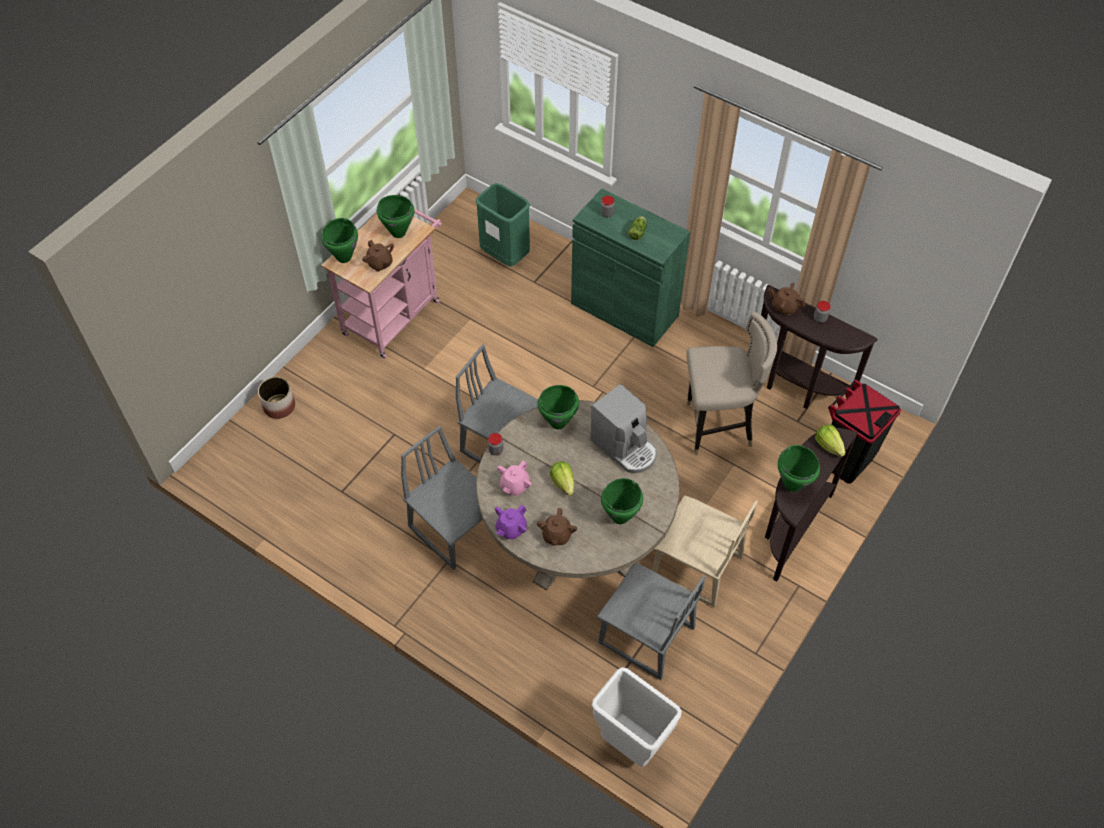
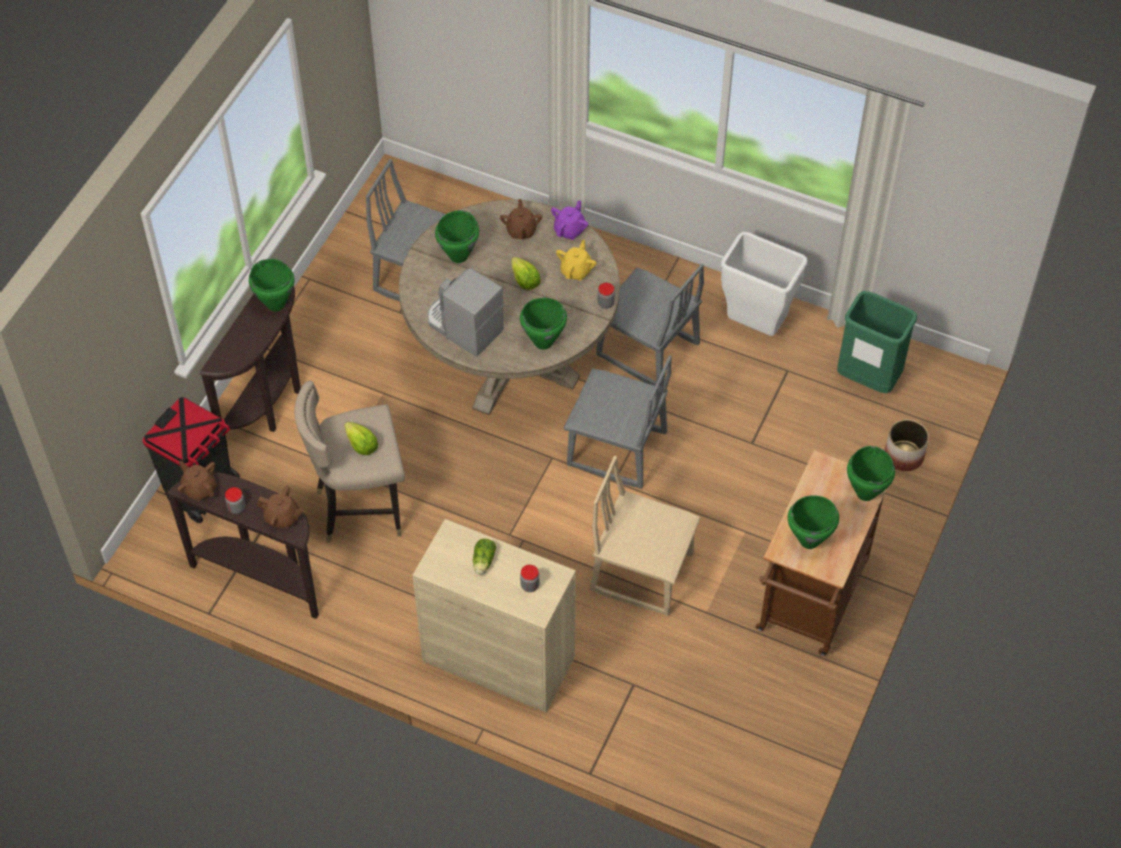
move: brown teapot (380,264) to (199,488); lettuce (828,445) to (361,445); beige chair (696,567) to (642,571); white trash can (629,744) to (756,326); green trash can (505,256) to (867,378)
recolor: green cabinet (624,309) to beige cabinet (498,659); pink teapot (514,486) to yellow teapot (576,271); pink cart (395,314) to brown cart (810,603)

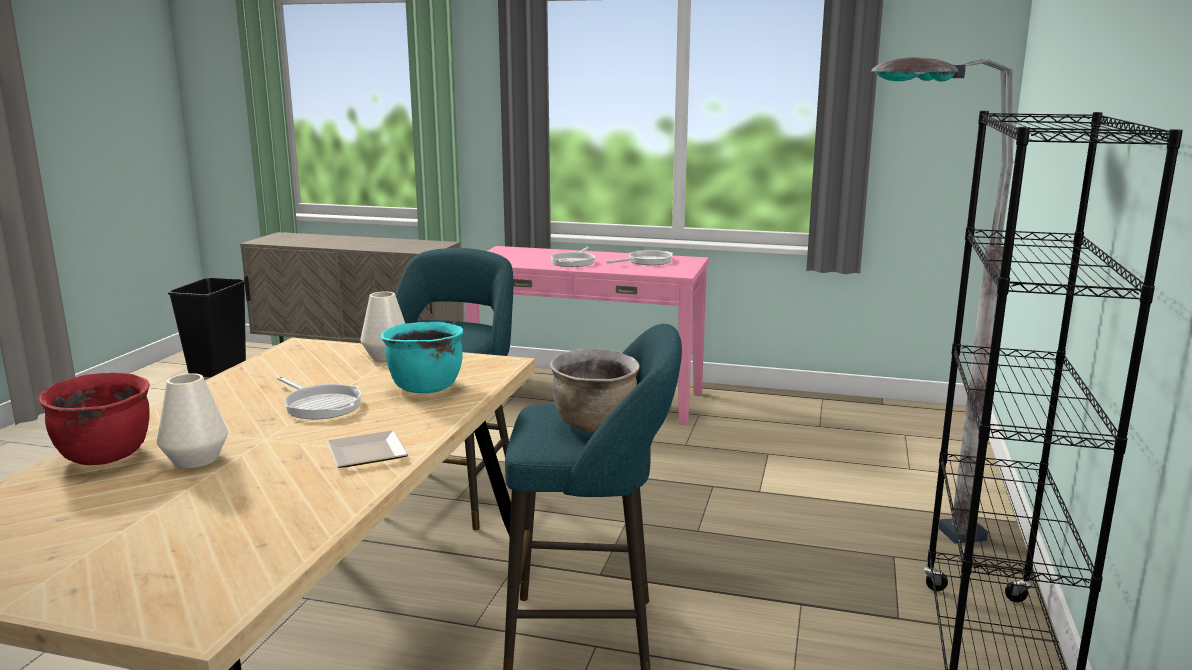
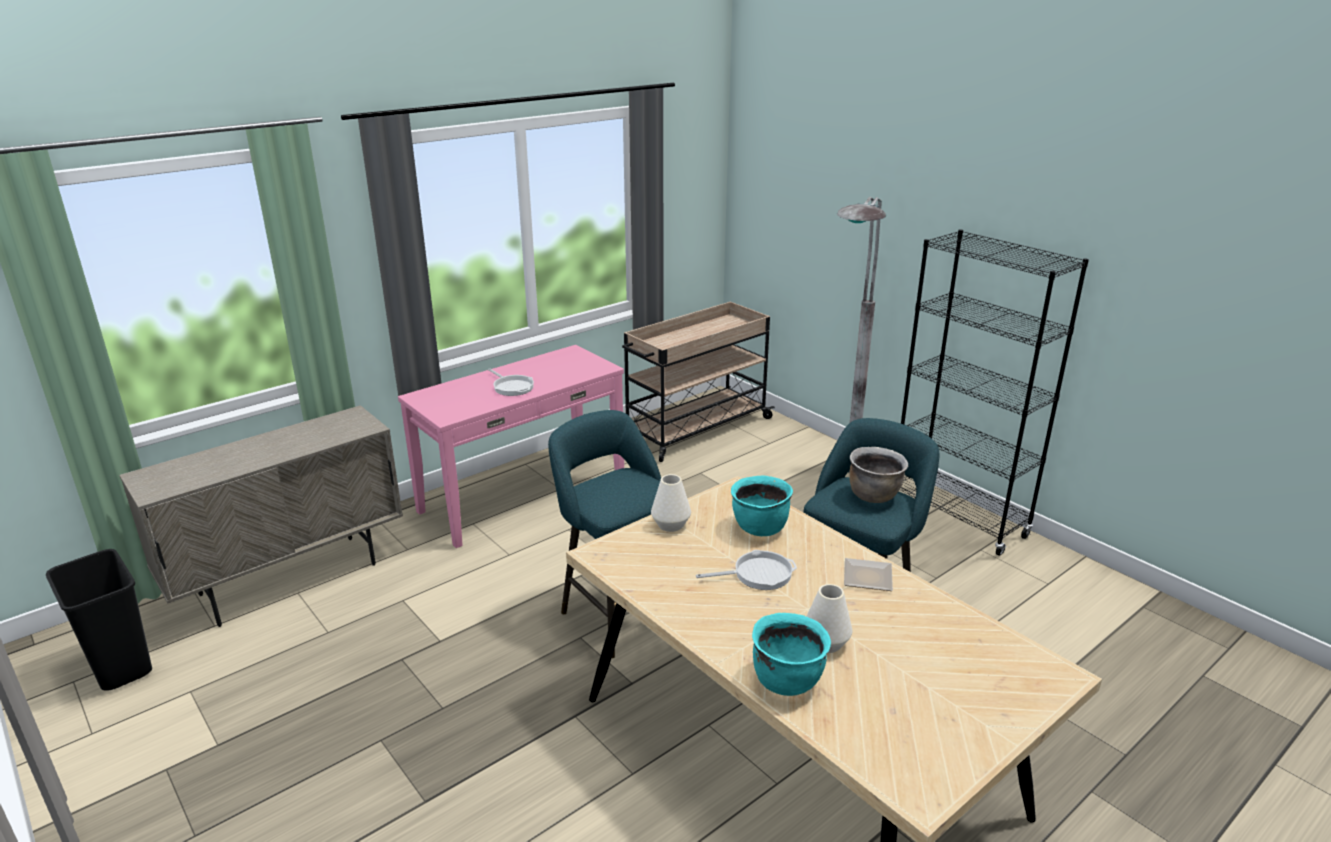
delete: frying pan (647,261)
insert: beige cart (695,429)
recolor: red cooking pot (106,456) to turquoise cooking pot (787,680)

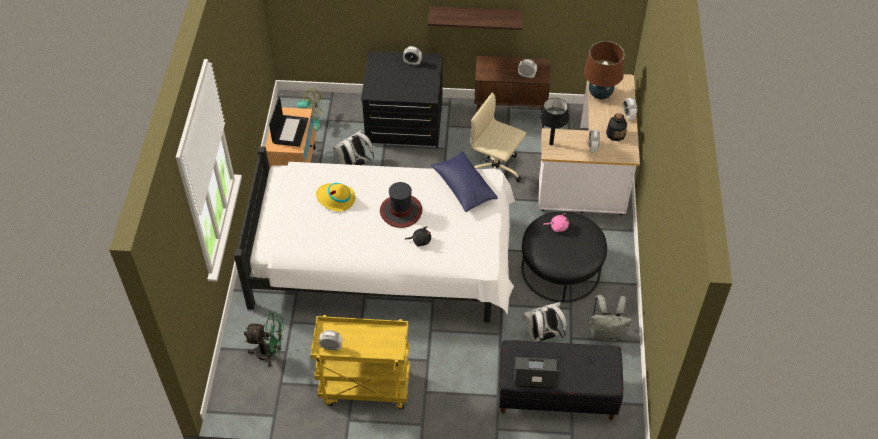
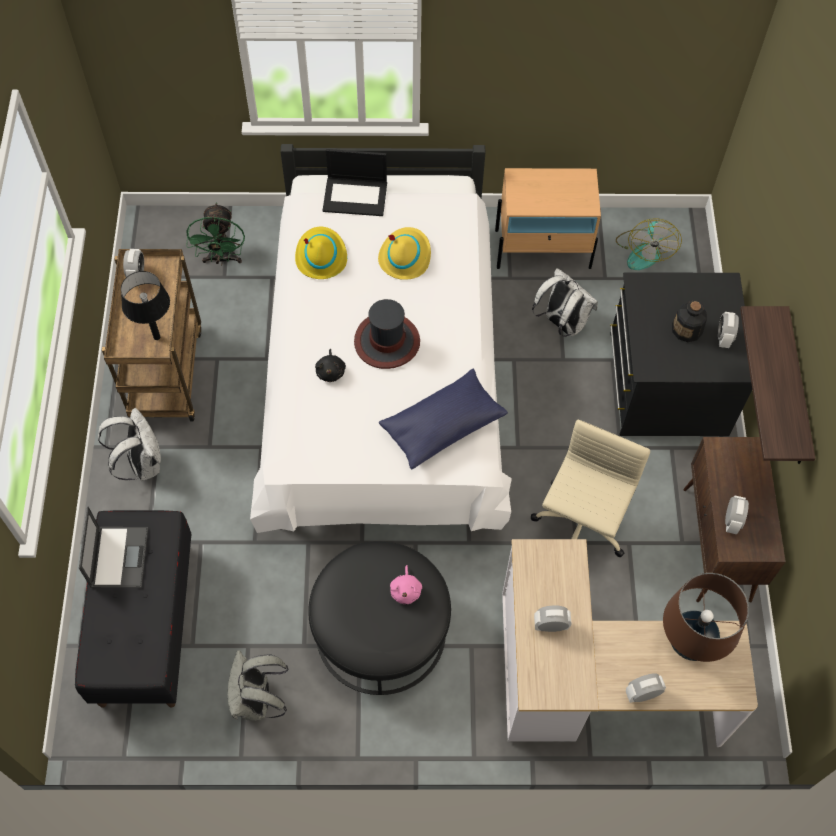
insert: yellow hat (321,256)
move: white backpack (542,336) to (141,464); black table lamp (551,143) to (156,337); laptop (290,130) to (356,196); bottle (615,134) to (687,329)
recolor: yellow cart (364,388) to brown cart (165,372)

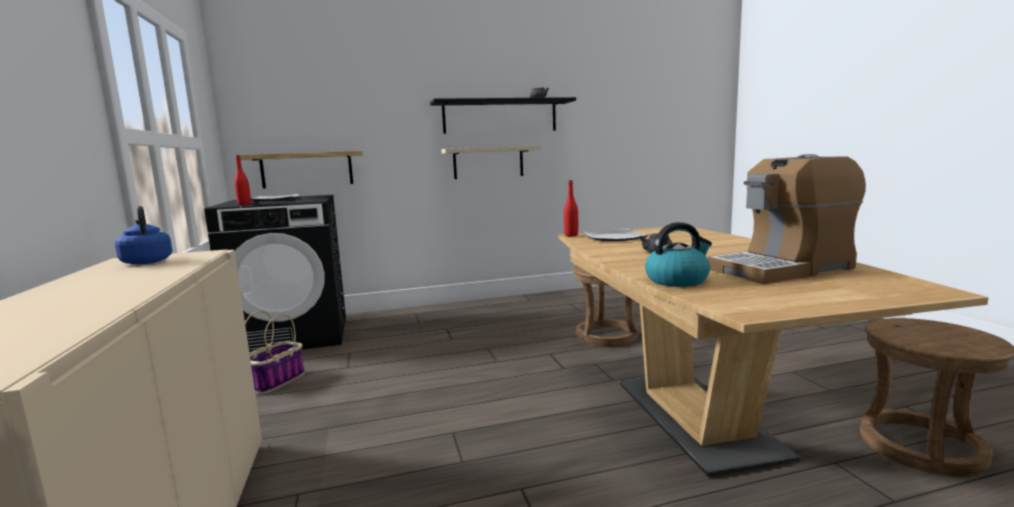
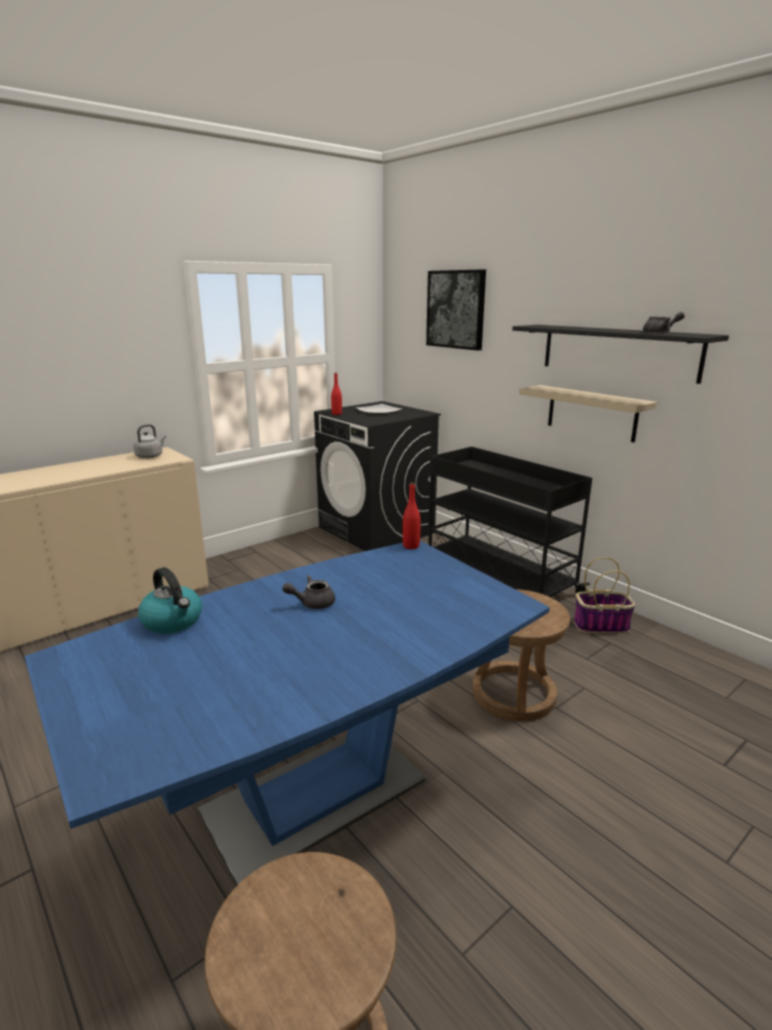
delete: shelf (307,169); plate (614,238); coffee machine (782,269)
insert: picture (456,309); black cart (496,577)
move: basket (277,381) to (601,625)
recolor: brown dining table (696,418) to blue dining table (314,797); blue kettle (147,261) to grey kettle (150,456)

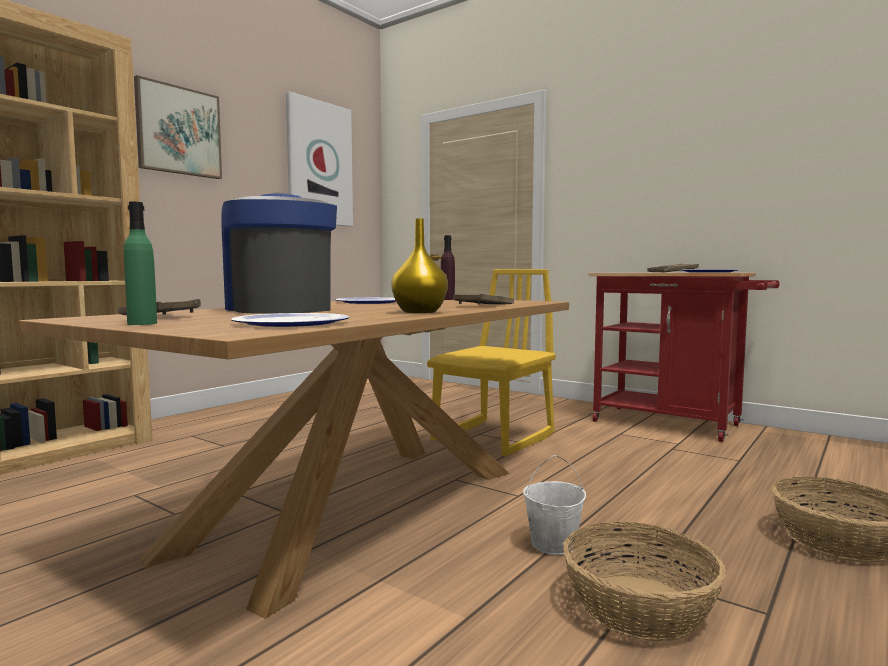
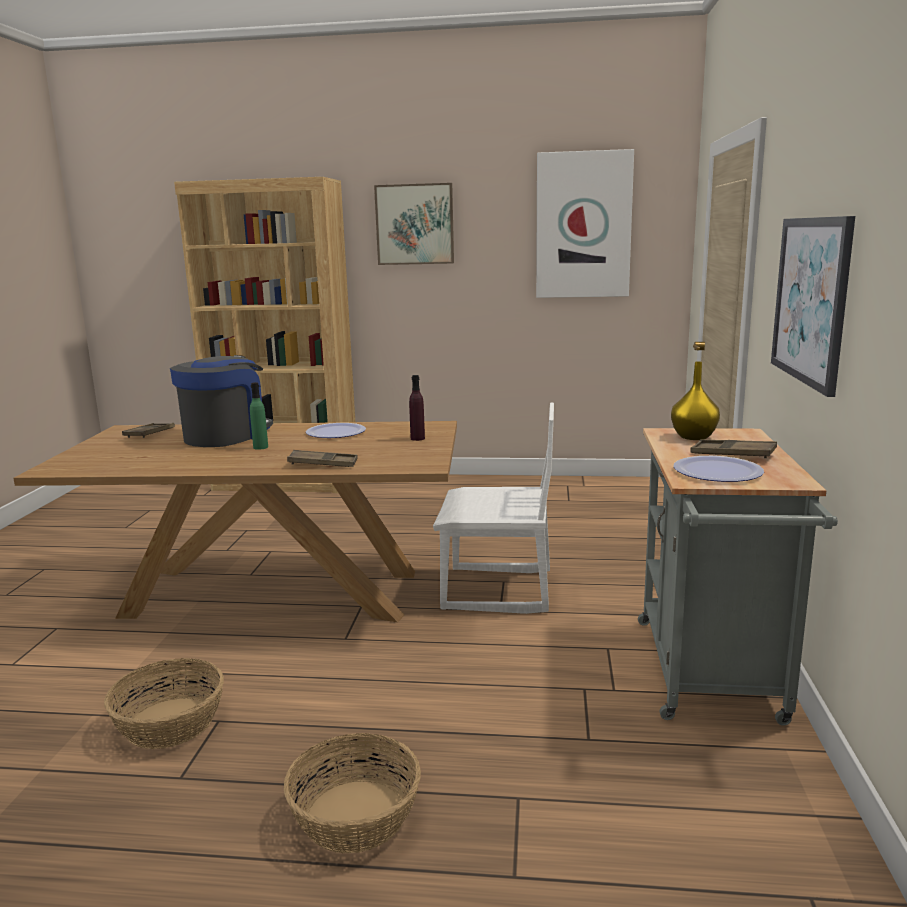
delete: plate (291,323); white bucket (553,544)
insert: picture (810,300)
move: green bottle (142,323) to (260,447); yellow vase (421,312) to (694,437)
recolor: yellow chair (494,438) to white chair (497,591); red cart (675,424) to grey cart (710,677)

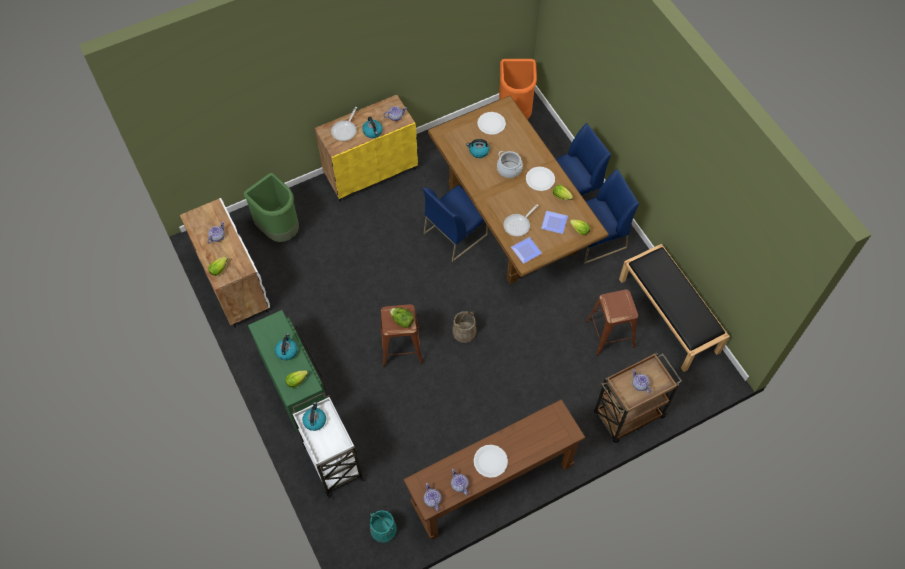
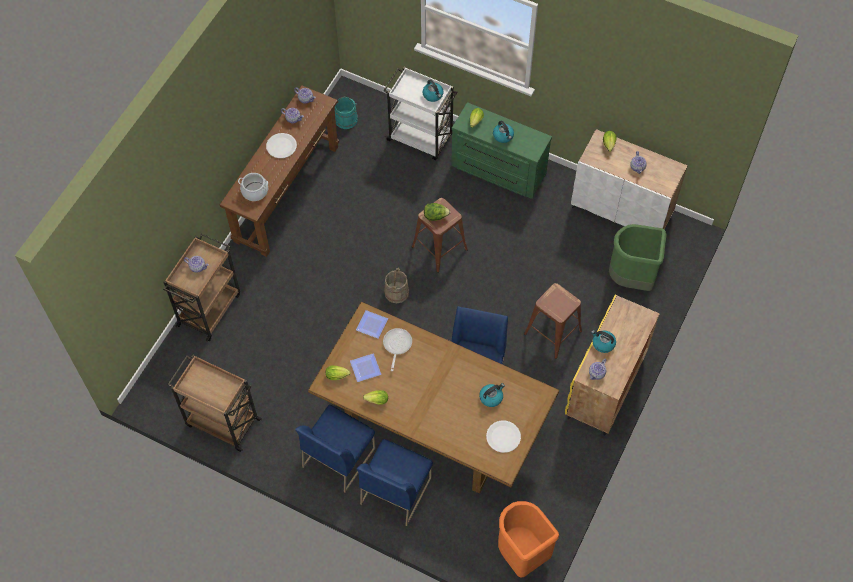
delete: frying pan (345,130); white plate (540,179)
move: cooking pot (509,169) to (255,191); brown stool (610,333) to (552,333)
replace: black bench (669,315) to brown cart (222,422)

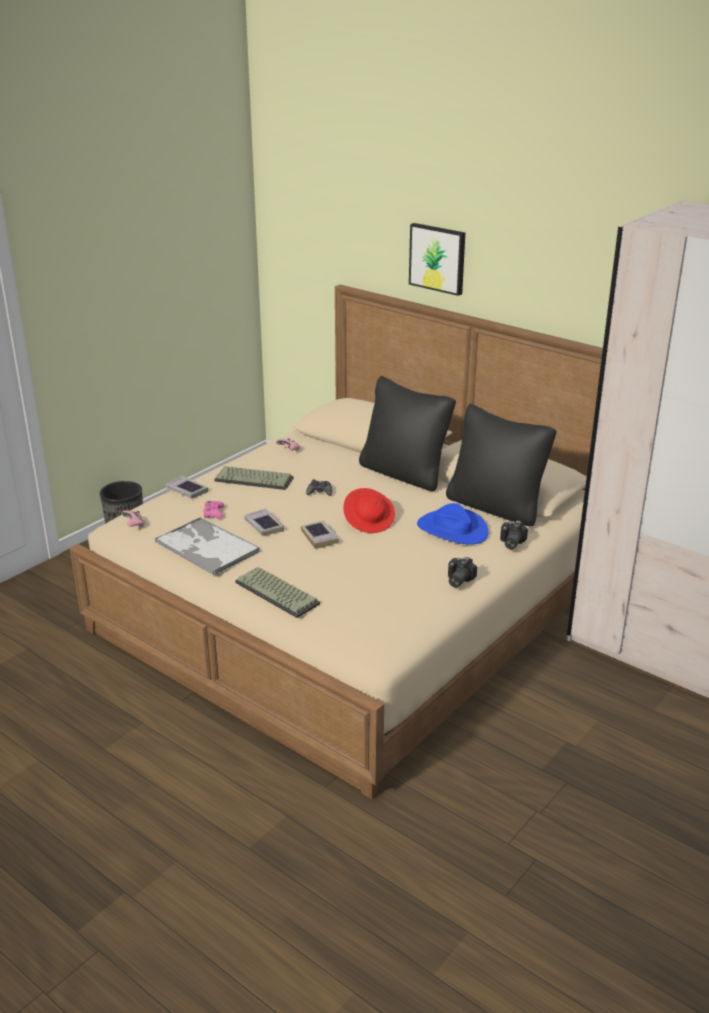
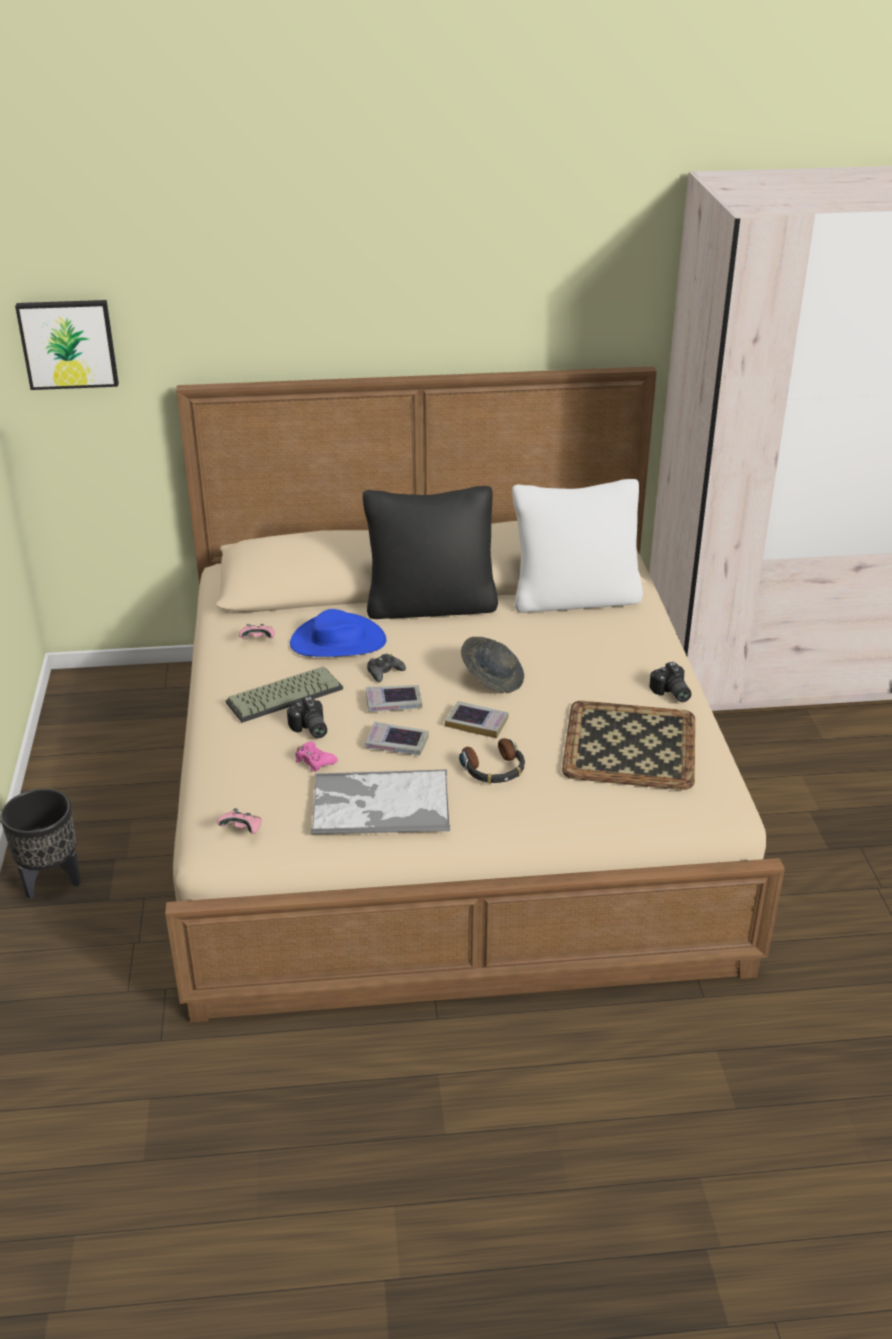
delete: keyboard (278,593)
insert: headphones (494,769); tray (631,745)
move: picture (438,258) to (68,343); photo camera (510,543) to (309,729); blue hat (452,529) to (338,642); book (187,490) to (393,703)
recolor: red hat (369,521) to grey hat (492,678); black pillow (496,507) to white pillow (574,598)

